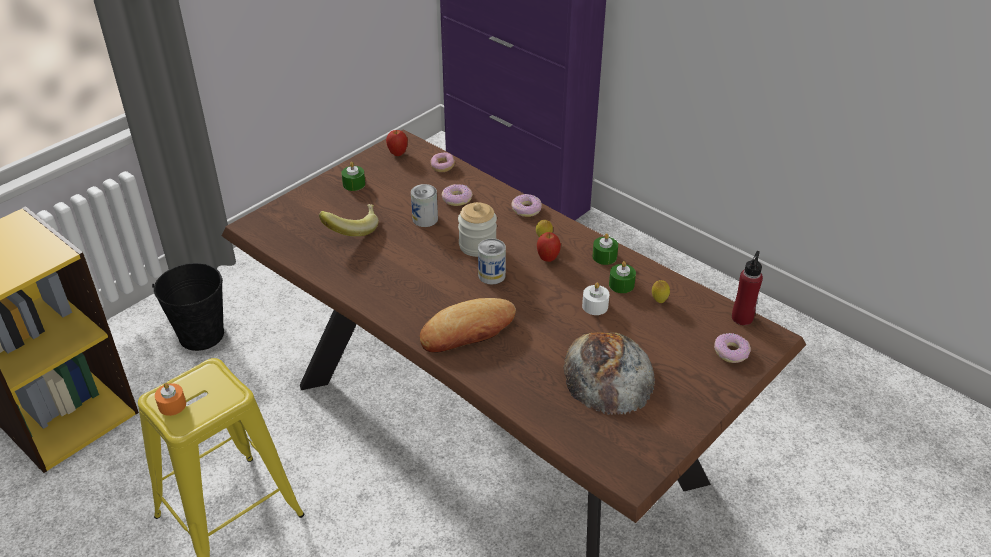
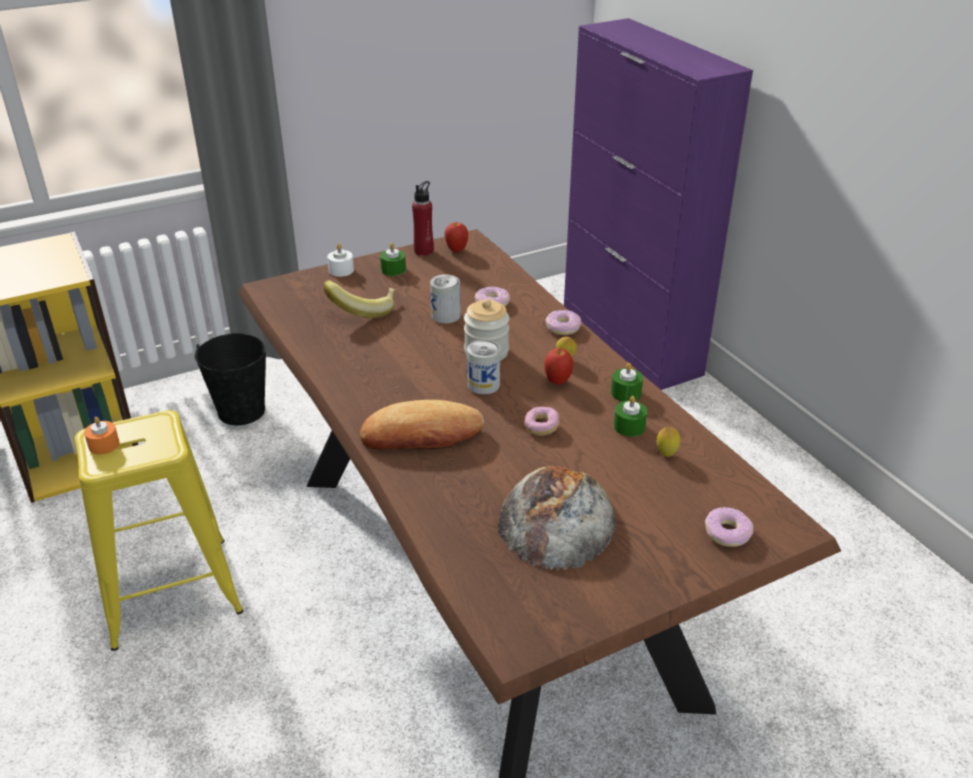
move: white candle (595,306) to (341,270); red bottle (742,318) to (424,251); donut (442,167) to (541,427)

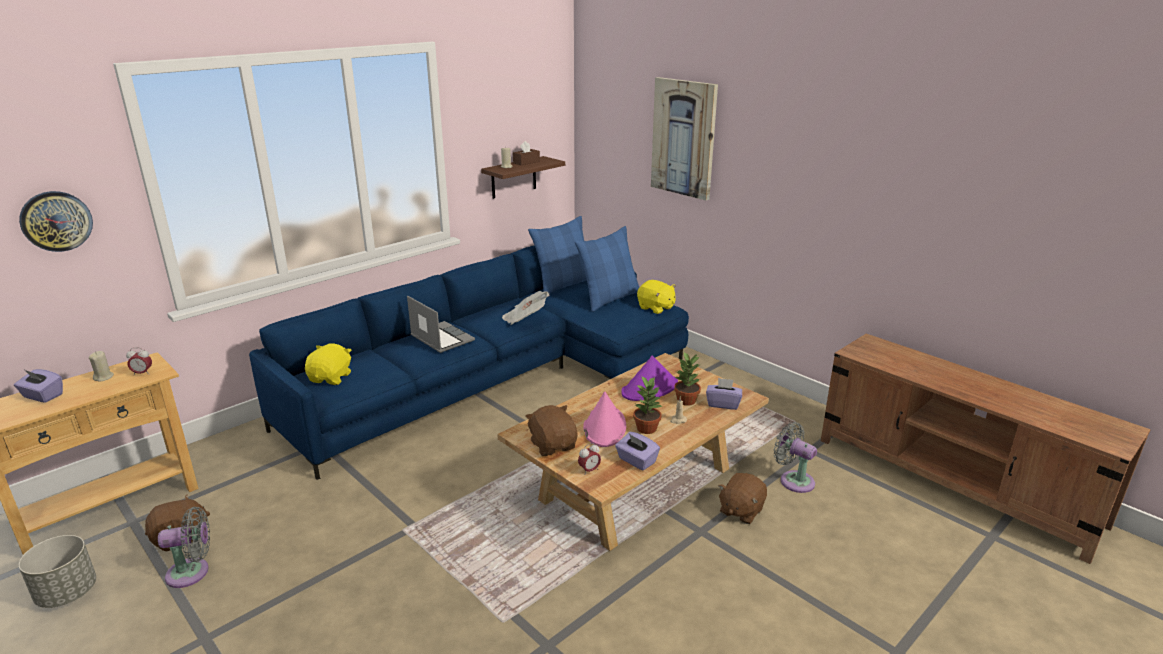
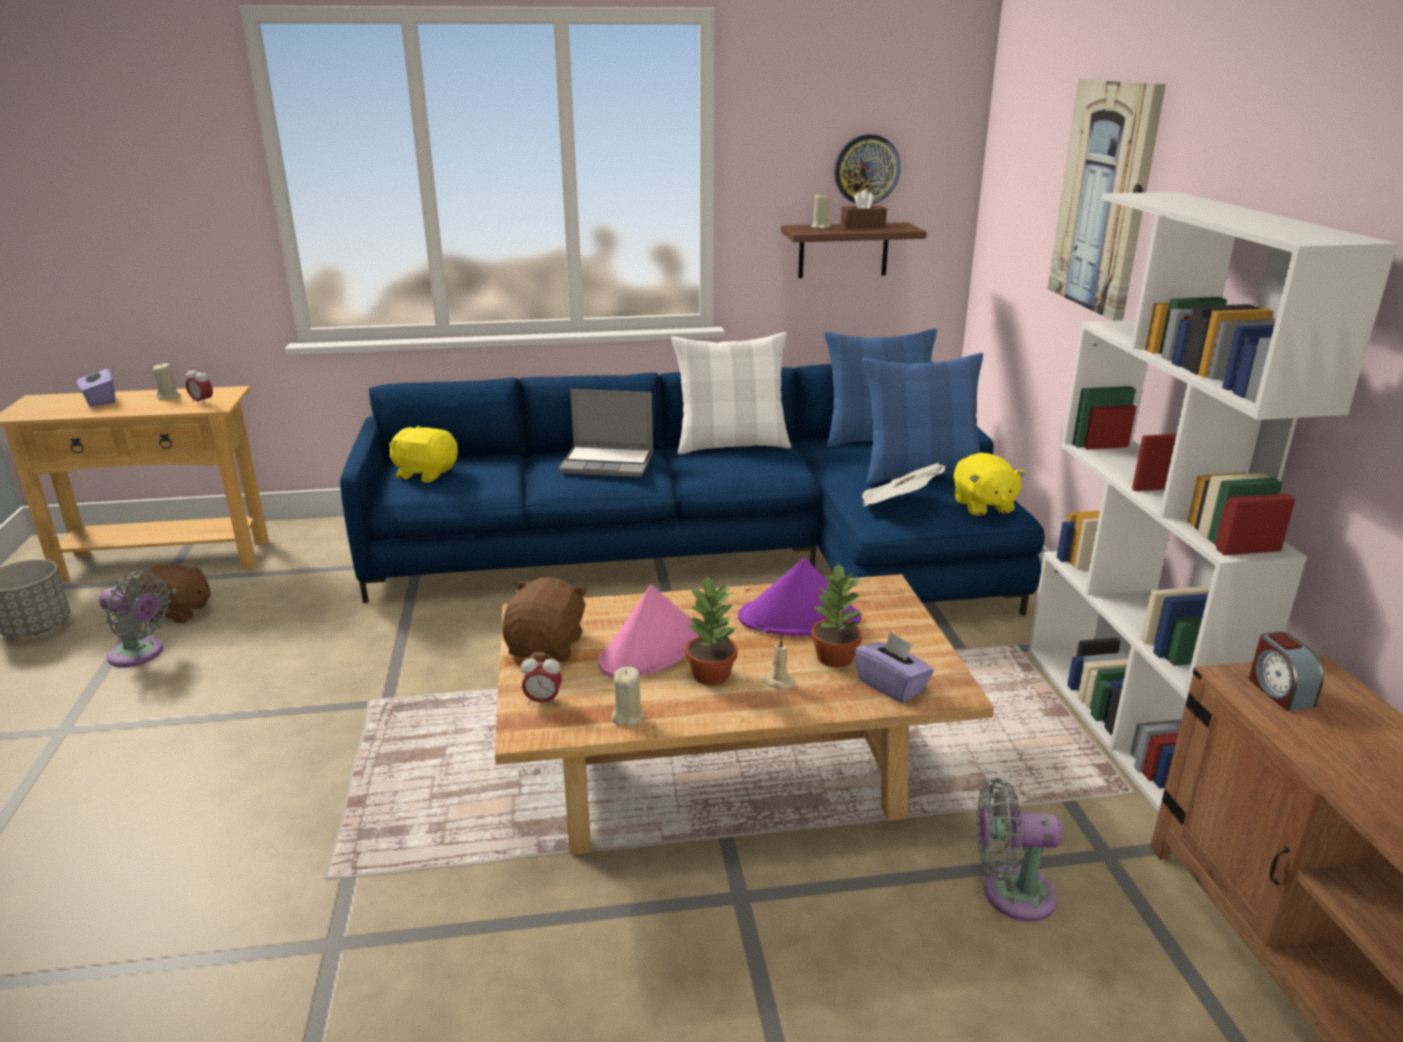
delete: brown plush toy (740,510)
insert: white pillow (731,445); white bookcase (1122,720); alarm clock (1279,691)
move: wall clock (56,221) to (866,169); newspaper (525,319) to (897,505)
replace: purple tissue box (636,461) to beige candle (627,716)
rotate: yellow plush toy (331,378) = (425,473) 120 degrees counterclockwise; laptop (441,338) = (609,463) 105 degrees clockwise; grey fan (793,480) = (1010,893) 75 degrees counterclockwise

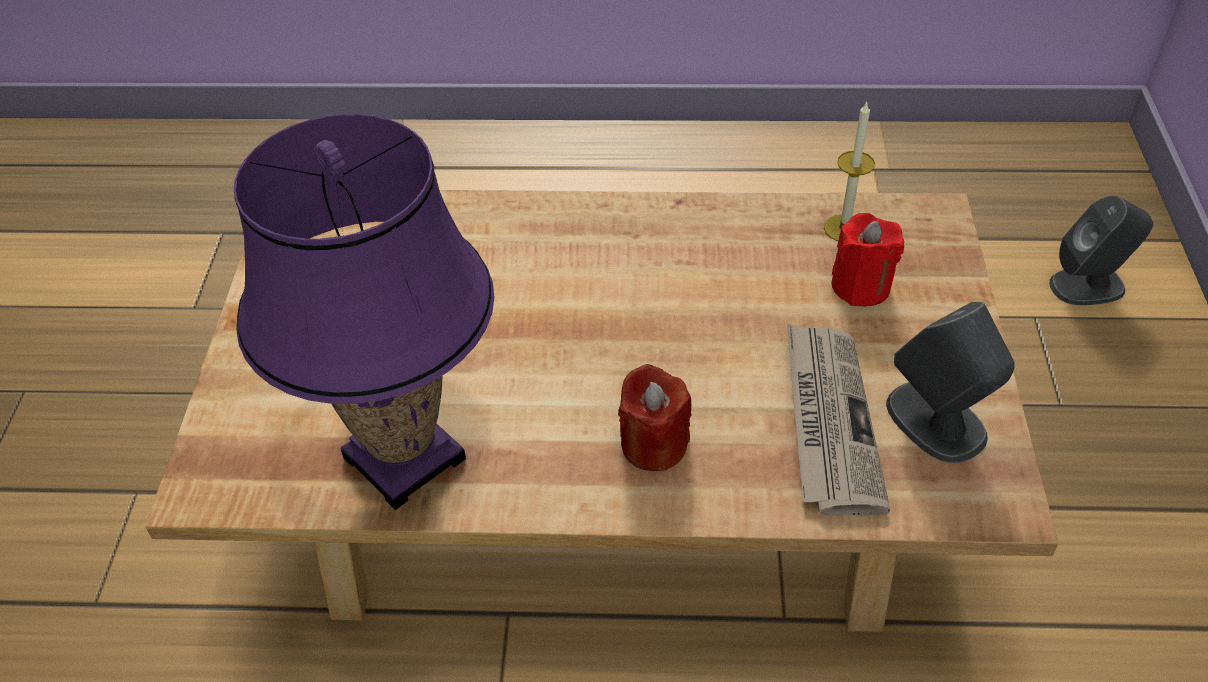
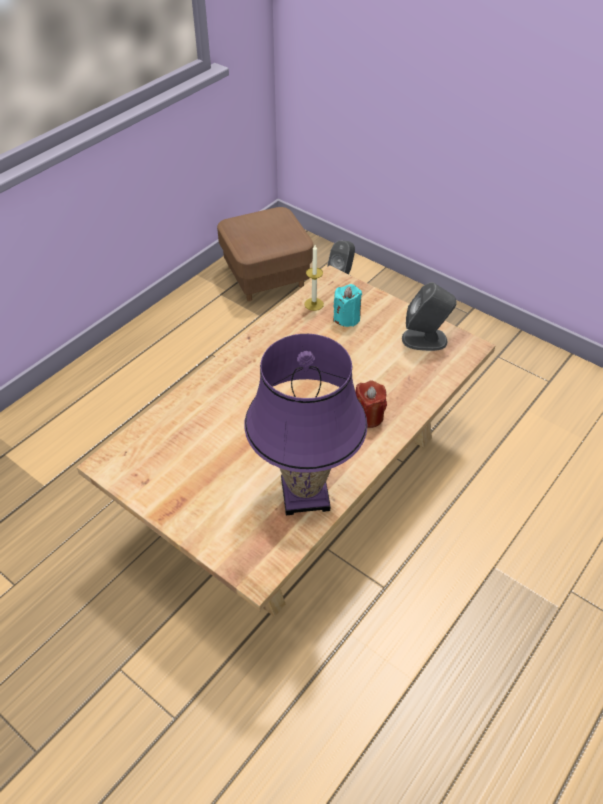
delete: newspaper (828,420)
insert: brown ottoman (266,276)
recolor: red candle (861,286) to turquoise candle (346,318)

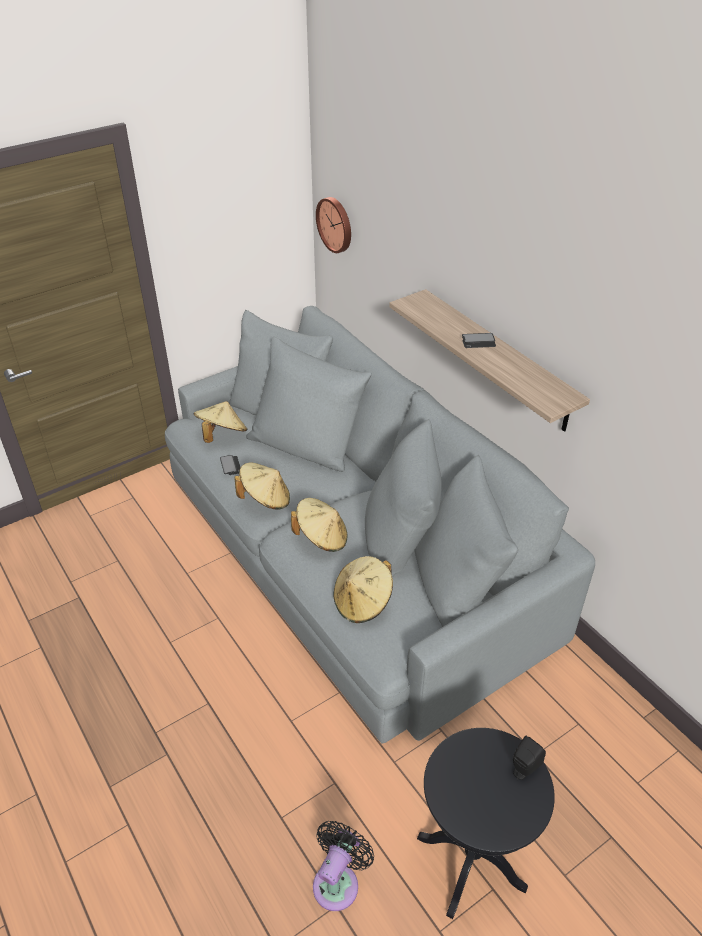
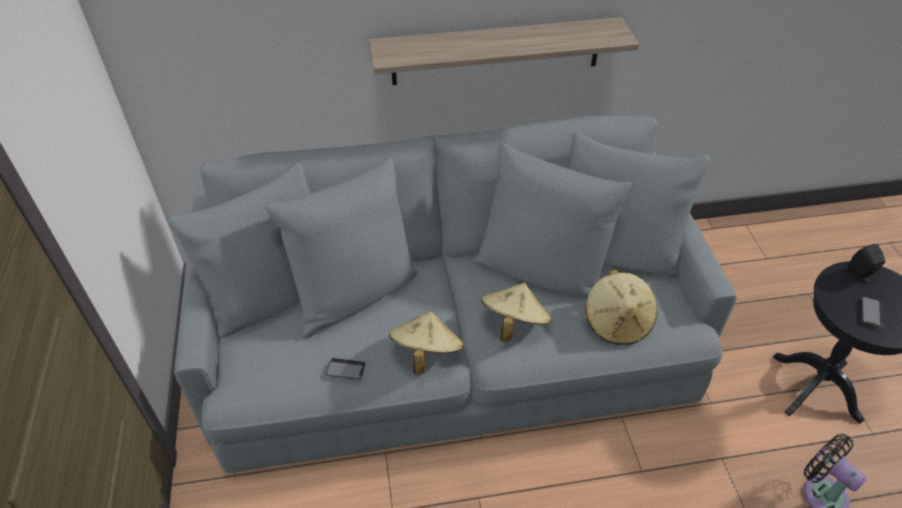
delete: beige hat (221,435); wall clock (336,224)
move: phone (478,341) to (873,314)

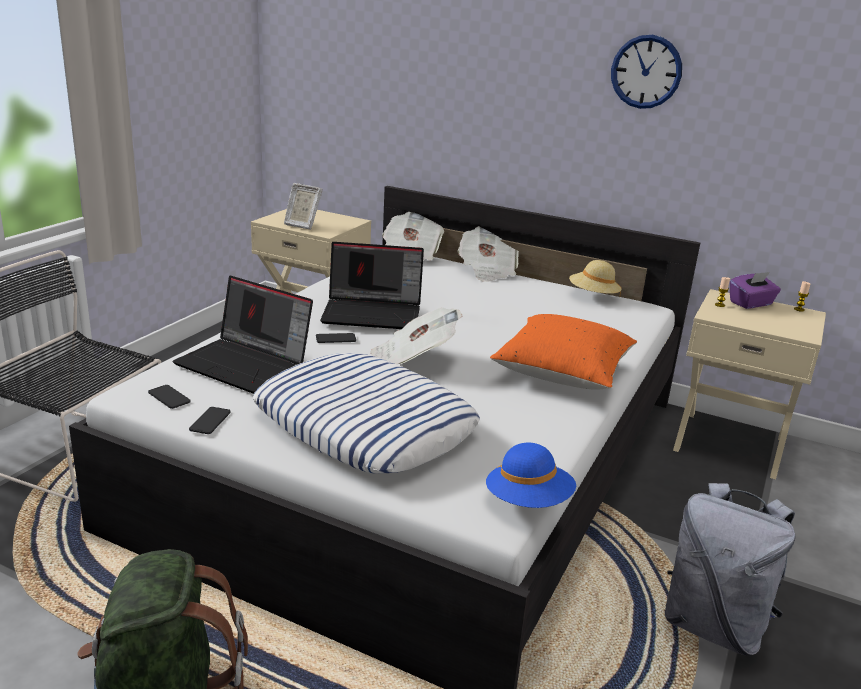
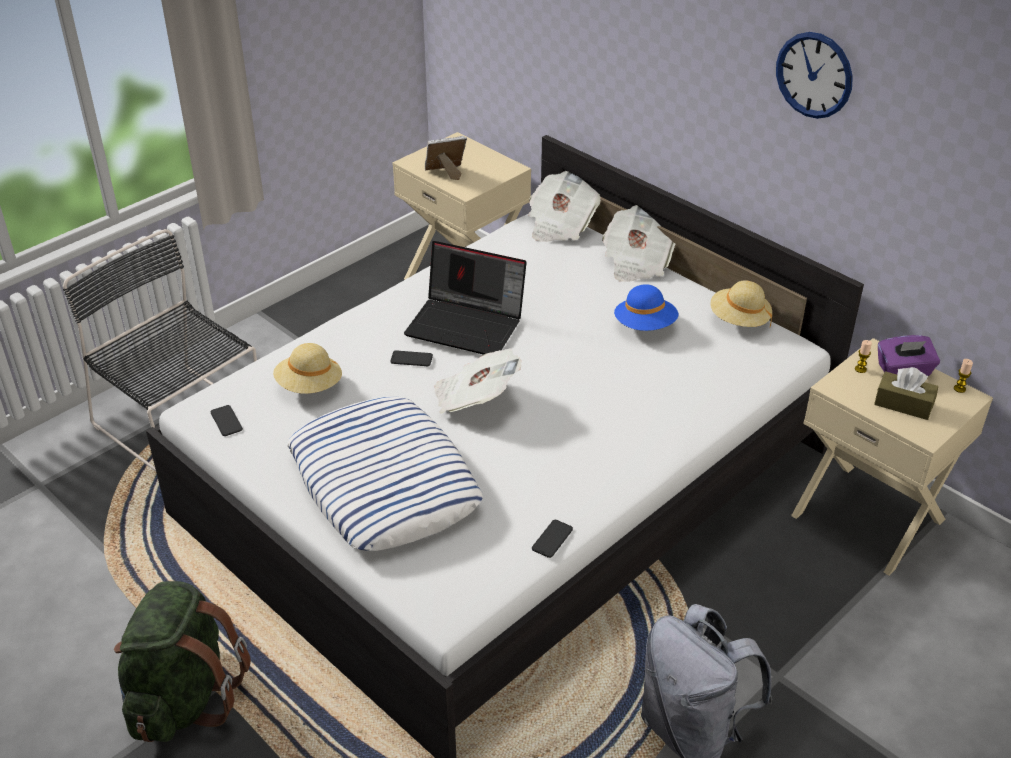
delete: orange pillow (562,373)
insert: brown tissue box (903,404)
move: phone (210,421) to (552,539); blue hat (528,501) to (645,326)
replace: laptop (246,364) to beige hat (309,386)
rotate: picture frame (302,225) = (446,174) 120 degrees clockwise

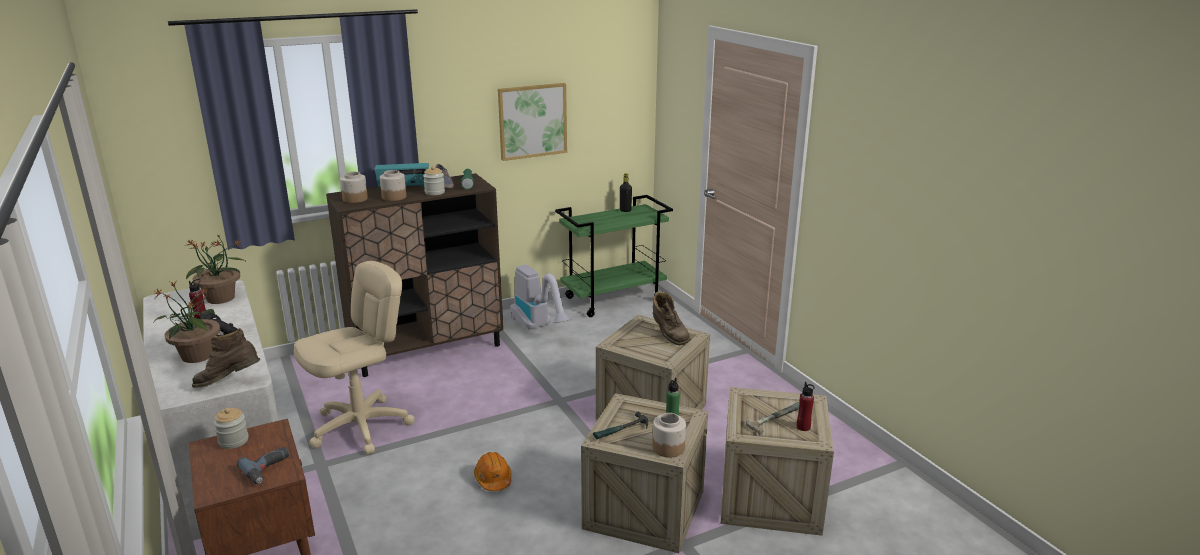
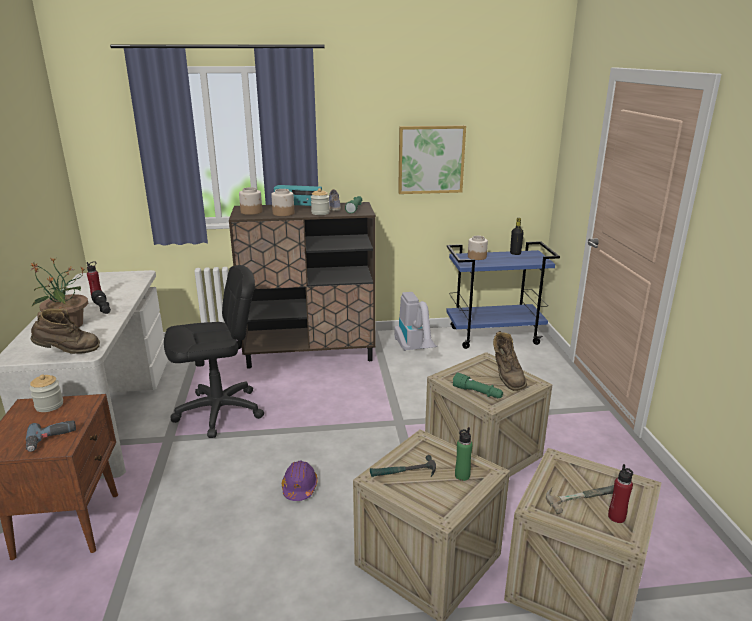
delete: potted plant (221,298)
insert: green flashlight (477,393)
move: jar (668,448) to (477,257)
recolor: beige office chair (361,427) to black office chair (219,411); orange hard hat (493,479) to purple hard hat (299,487); green cart (614,299) to blue cart (494,335)
rotate: brown boot (229,383) = (68,353) 150 degrees clockwise

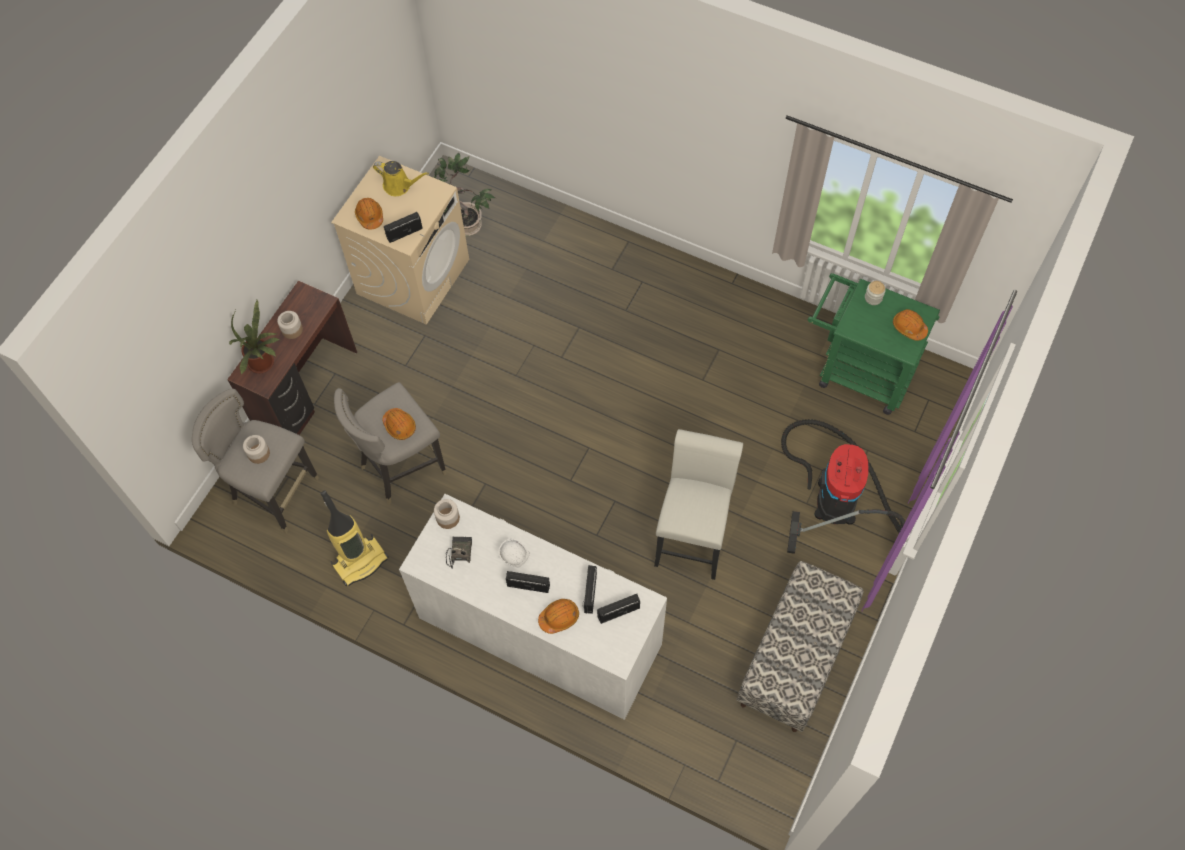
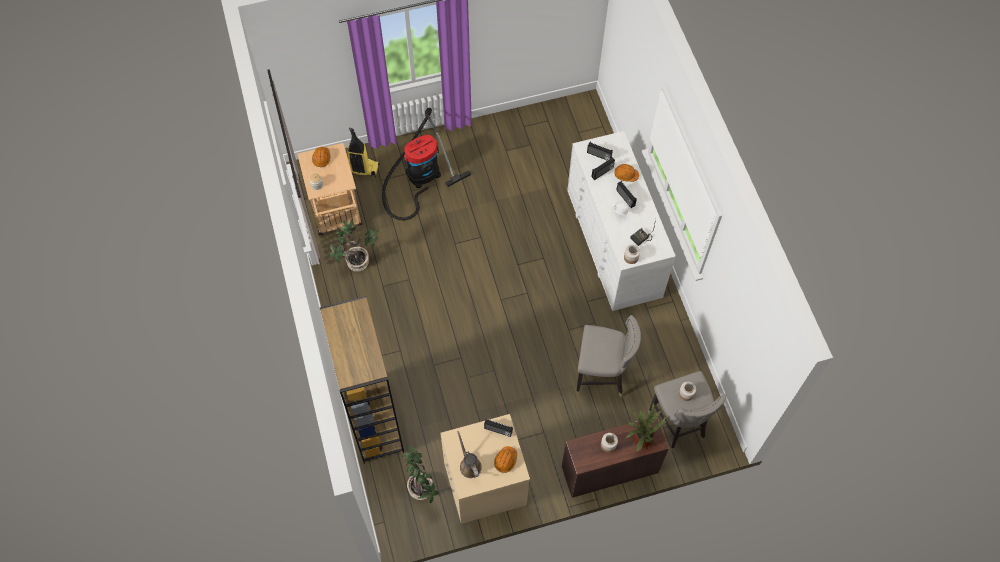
delete: orange hard hat (399,426); white stool (692,538); bench (795,658)
insert: brown bookcase (374,420); potted plant (357,263)
move: vacuum cleaner (360,561) to (362,169)
recolor: green cart (857,372) to beige cart (337,214); yellow watering can (399,186) to brown watering can (469,465)

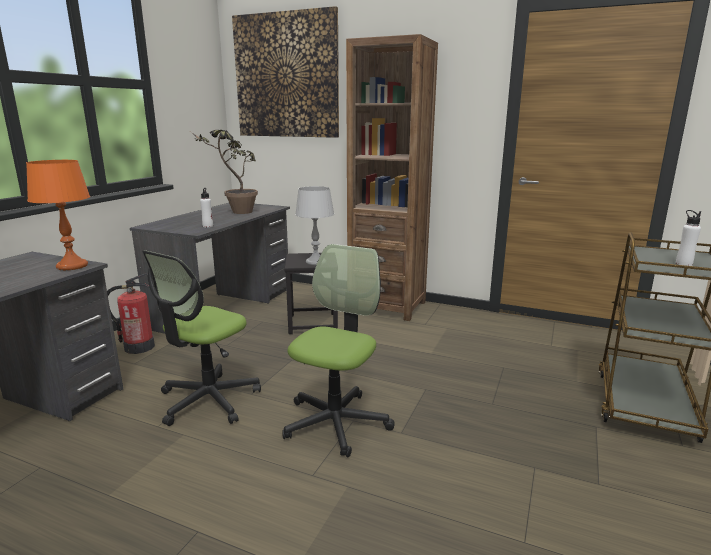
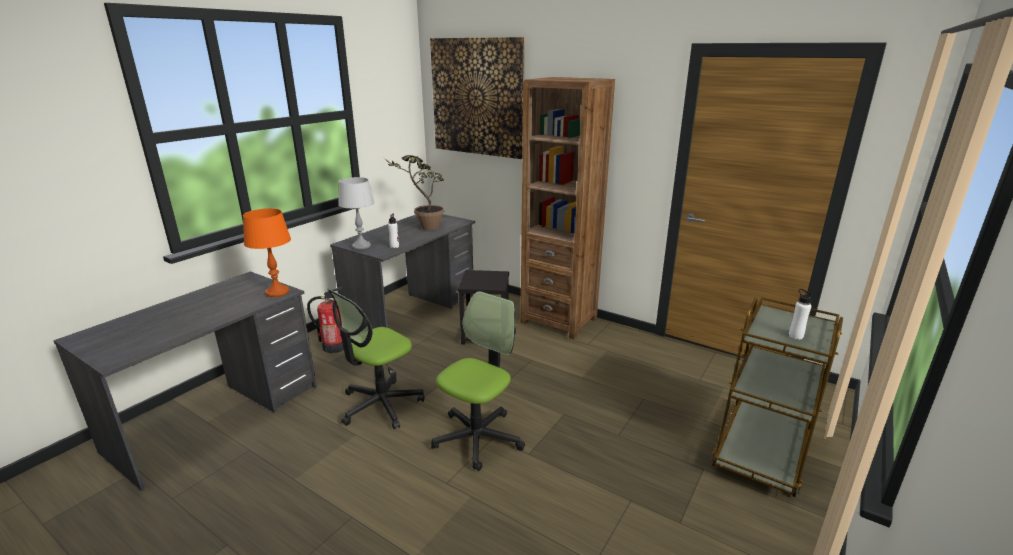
move: grey table lamp (315,262) to (361,246)

